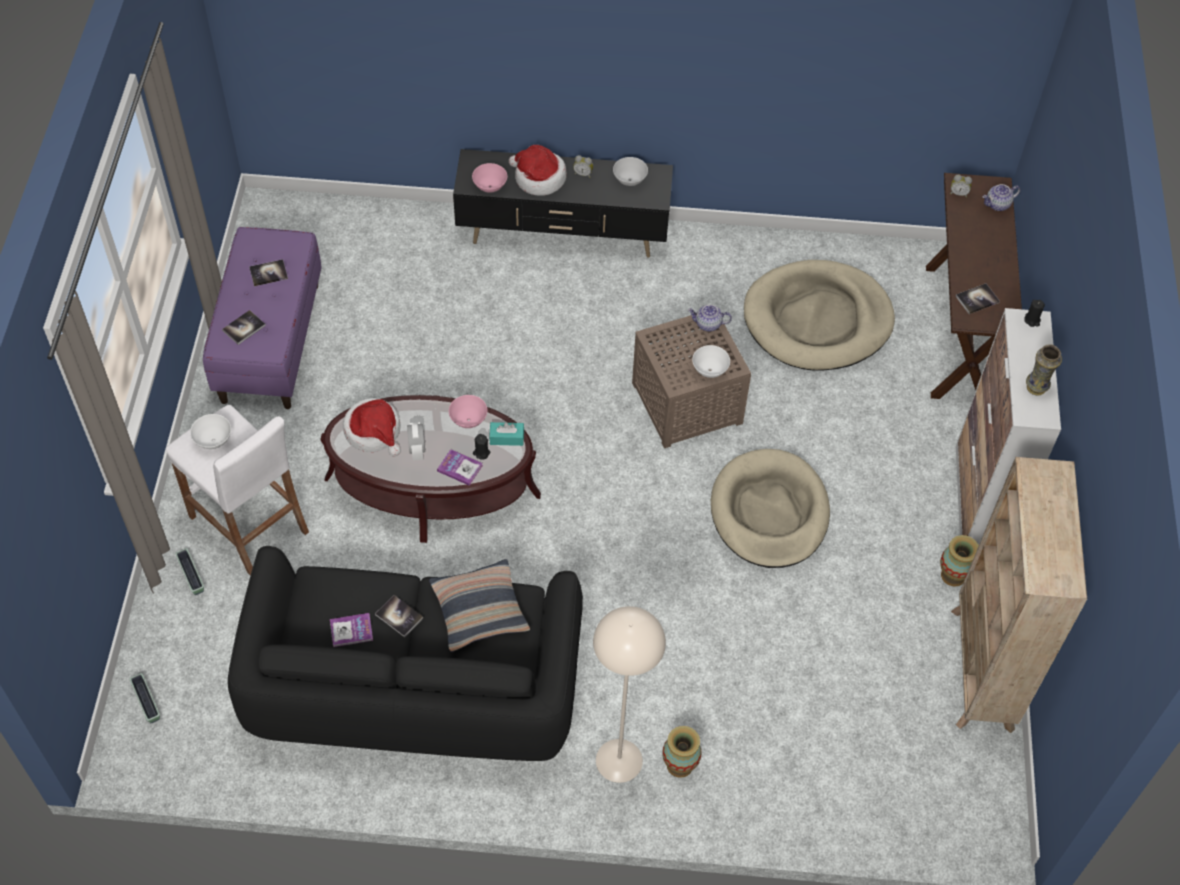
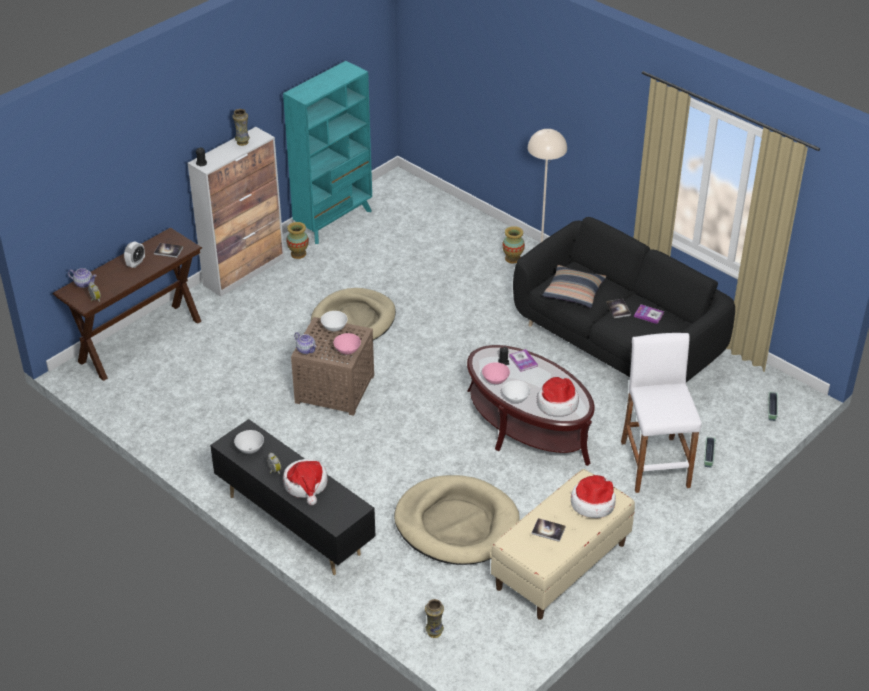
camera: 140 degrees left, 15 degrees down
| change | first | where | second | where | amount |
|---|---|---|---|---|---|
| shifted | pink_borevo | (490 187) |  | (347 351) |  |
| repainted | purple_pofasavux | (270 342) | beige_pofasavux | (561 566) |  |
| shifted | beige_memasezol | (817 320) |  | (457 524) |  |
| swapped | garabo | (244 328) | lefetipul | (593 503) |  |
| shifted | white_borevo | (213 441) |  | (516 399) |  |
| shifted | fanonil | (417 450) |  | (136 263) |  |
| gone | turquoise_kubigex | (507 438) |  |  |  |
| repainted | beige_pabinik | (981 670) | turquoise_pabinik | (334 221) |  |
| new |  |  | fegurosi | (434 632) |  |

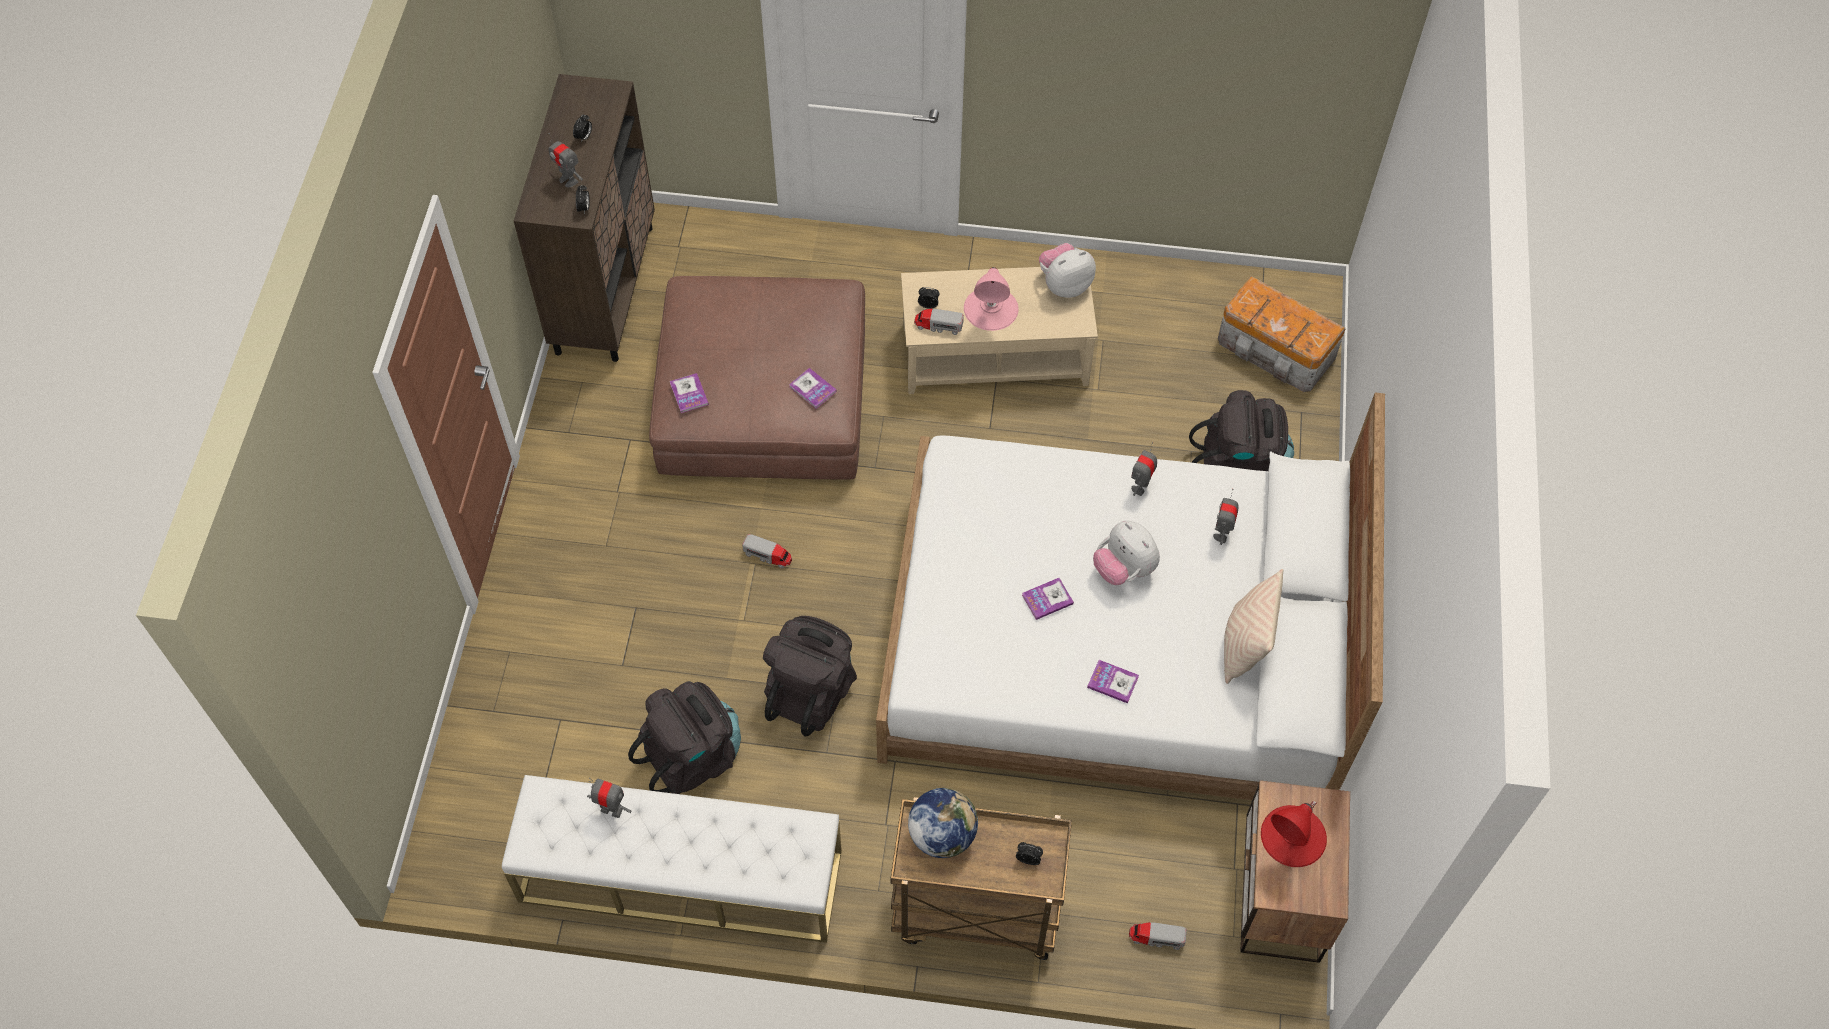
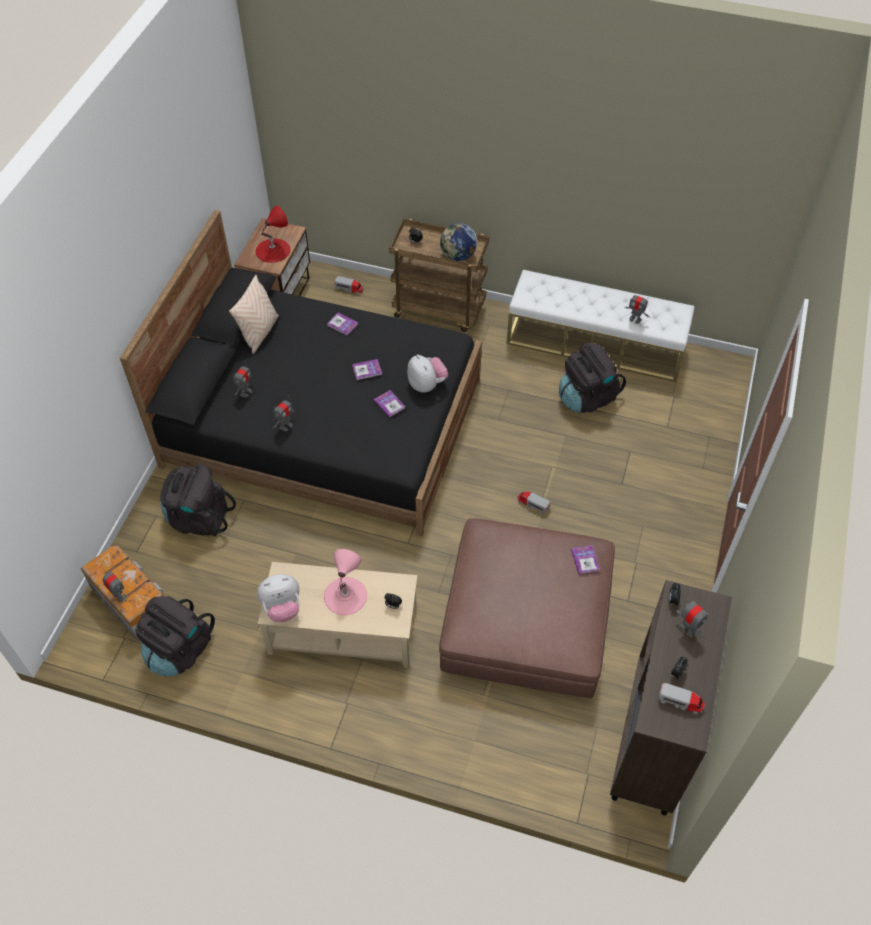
camera: 170 degrees left, 5 degrees down
| change | first | where | second | where | amount |
|---|---|---|---|---|---|
| shifted | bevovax | (938 325) |  | (680 702) |  |
| shifted | garabo | (812 389) |  | (389 404) |  |
| repainted | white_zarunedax | (1114 645) | black_zarunedax | (323 422) |  |
| shifted | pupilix | (1124 569) |  | (427 385) |  |
| shifted | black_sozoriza | (811 691) |  | (179 649) |  |
| new |  |  | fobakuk | (119 596) |  |

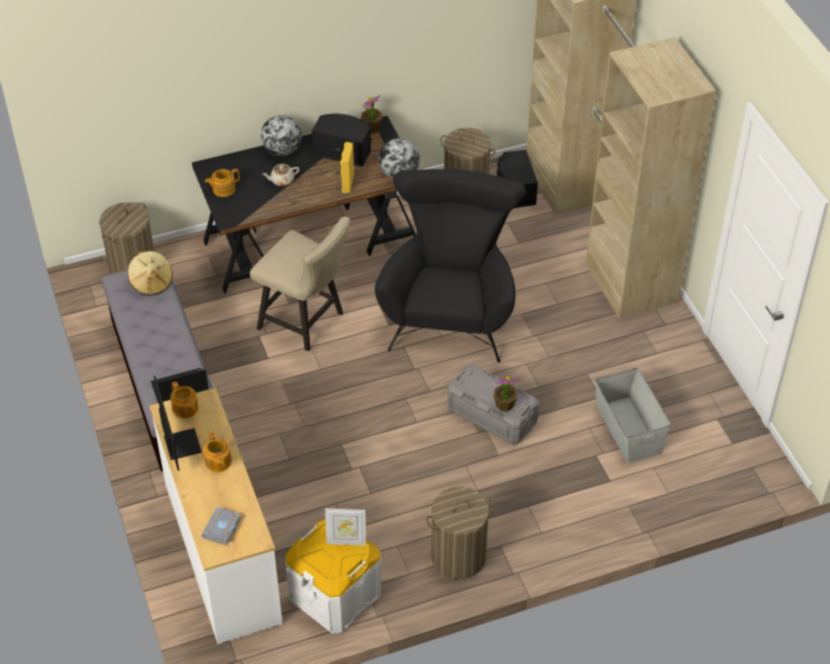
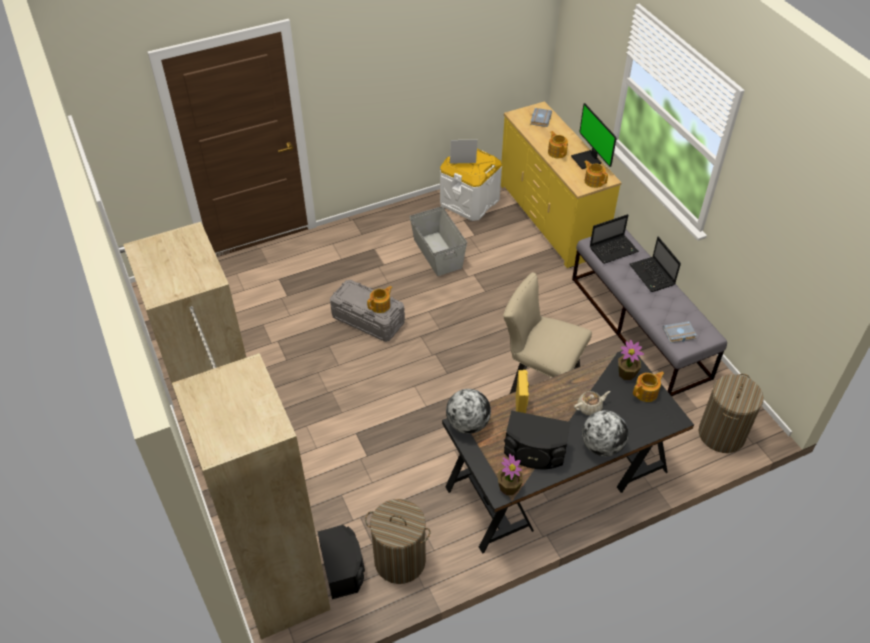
camera: 175 degrees right, 0 degrees up
| change | first | where | second | where | amount |
|---|---|---|---|---|---|
| gone | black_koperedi | (450 311) |  |  |  |
| swapped | beige_lefetipul | (151 283) | grey_garabo | (678 334) |  |
| shifted | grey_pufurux | (627 430) |  | (438 253) |  |
| shifted | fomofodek | (504 405) |  | (626 373) |  |
| repainted | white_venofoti | (221 553) | yellow_venofoti | (551 218) |  |
| gone | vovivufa | (458 556) |  |  |  |
| new |  |  | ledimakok | (652 275) |  |
| new |  |  | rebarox | (380 305) |  |

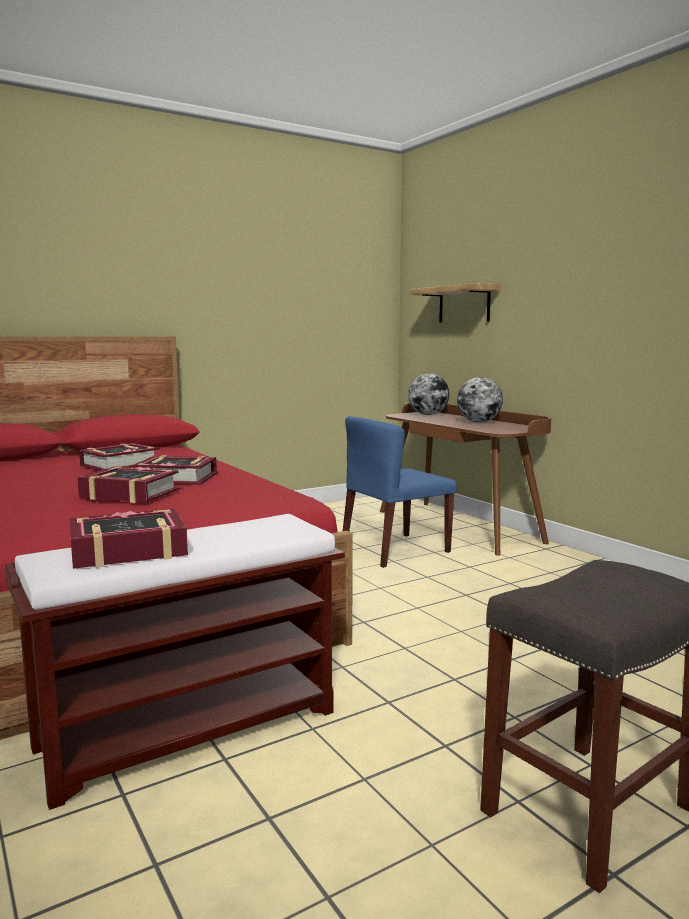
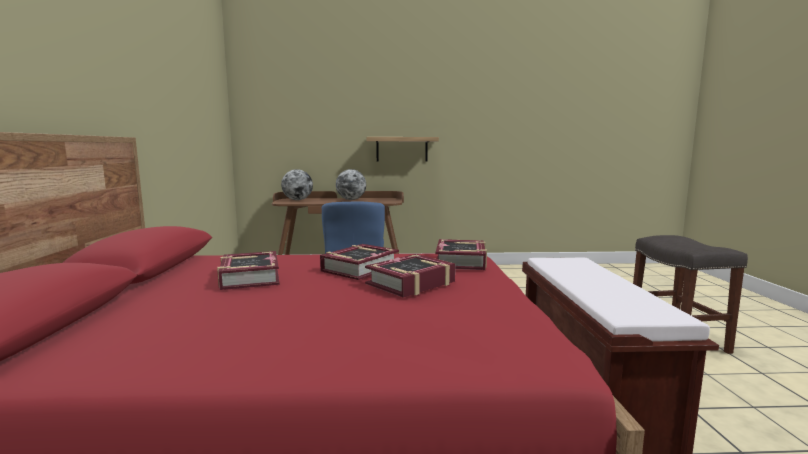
camera: 60 degrees left, 0 degrees up
| change | first | where | second | where | amount |
|---|---|---|---|---|---|
| shifted | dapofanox | (464 304) |  | (402 149) |  |
| shifted | garabo | (128 550) |  | (461 261) |  |

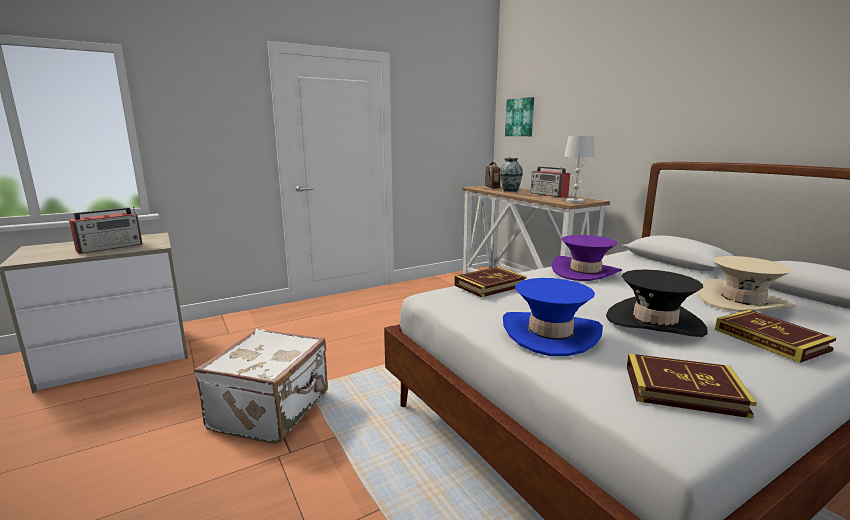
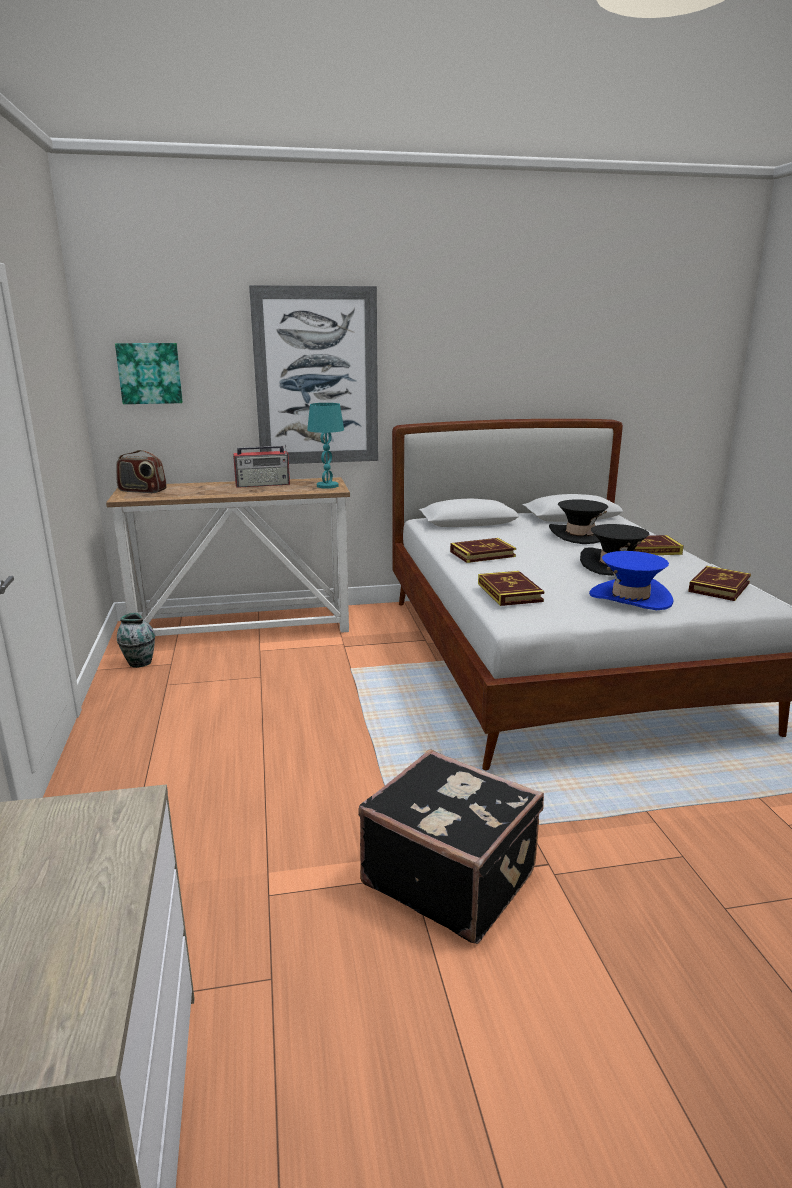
camera: 70 degrees left, 5 degrees up
| change | first | where | second | where | amount |
|---|---|---|---|---|---|
| repainted | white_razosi | (574 201) | turquoise_razosi | (327 486) |  |
| shifted | fegurosi | (510 191) |  | (139 662) |  |
| gone | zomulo | (111 247) |  |  |  |
| swapped | purple_lefetipul | (585 272) | garabo | (482 554) |  |
| repainted | beige_lefetipul | (743 302) | black_lefetipul | (580 535) |  |
| repainted | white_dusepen | (272 410) | black_dusepen | (450 876) |  |
| new |  |  | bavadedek | (316 377) |  |

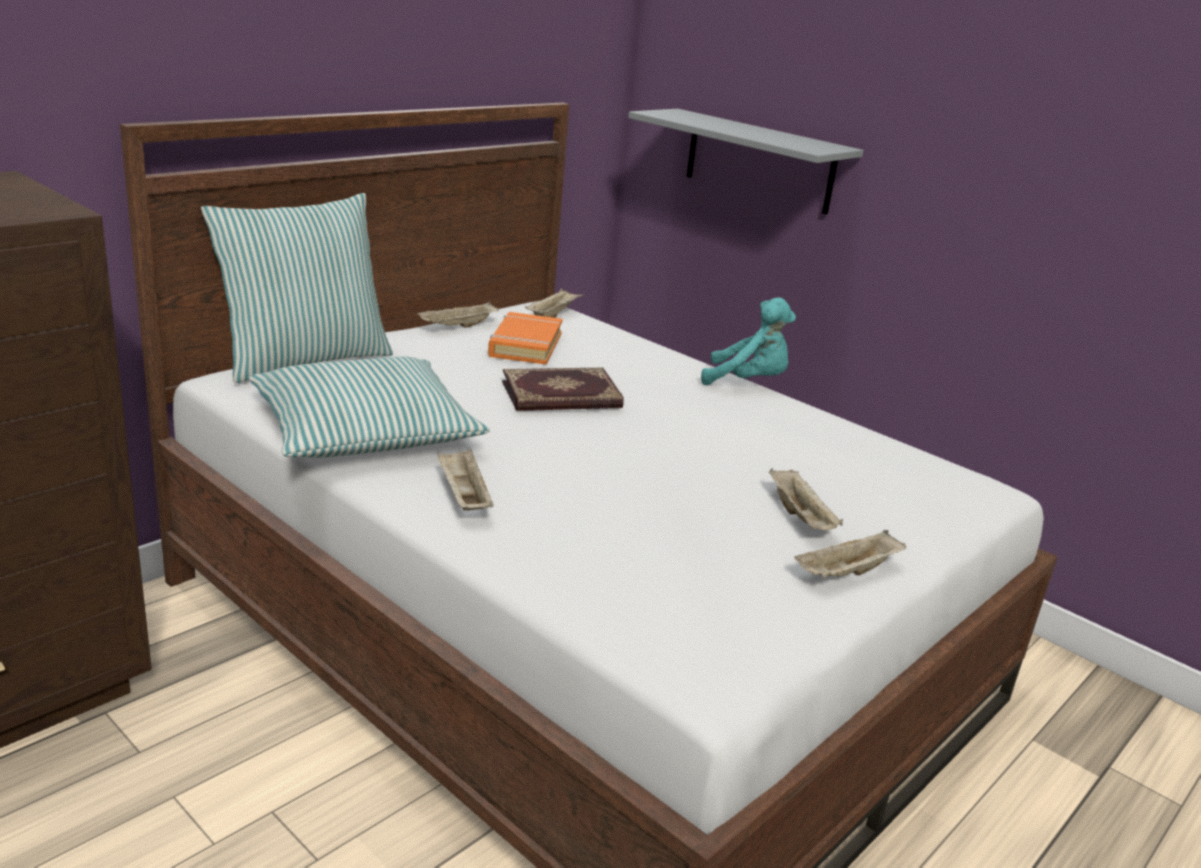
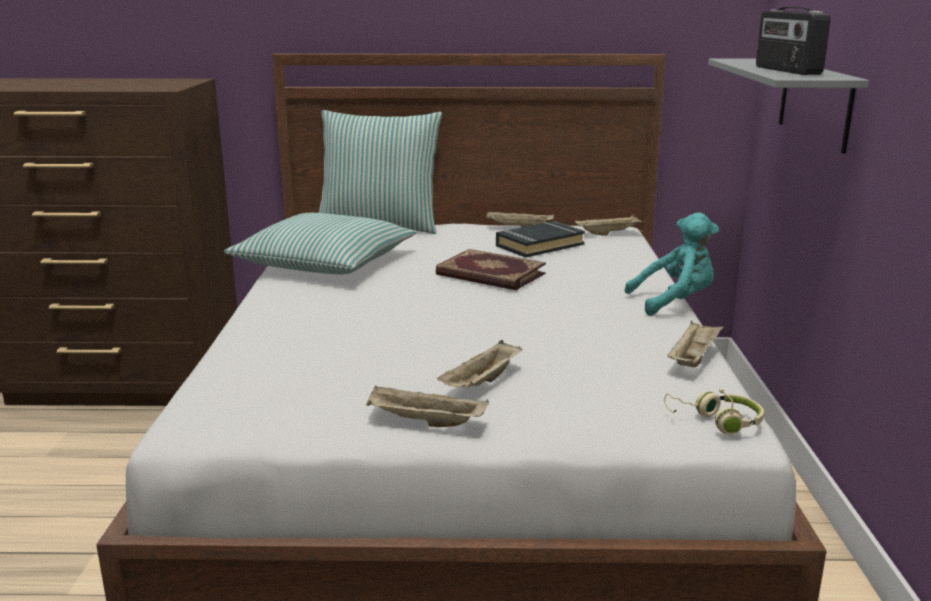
camera: 50 degrees right, 5 degrees down
| change | first | where | second | where | amount |
|---|---|---|---|---|---|
| rotated | turquoise_pupilix | (748 382) |  | (674 302) | 75 degrees counterclockwise |
| repainted | orange_garabo | (525 345) | black_garabo | (539 245) |  |
| shifted | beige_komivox | (463 496) |  | (693 358) |  |
| new |  |  | zomulo | (786 70) |  |
| new |  |  | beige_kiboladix | (716 421) |  |

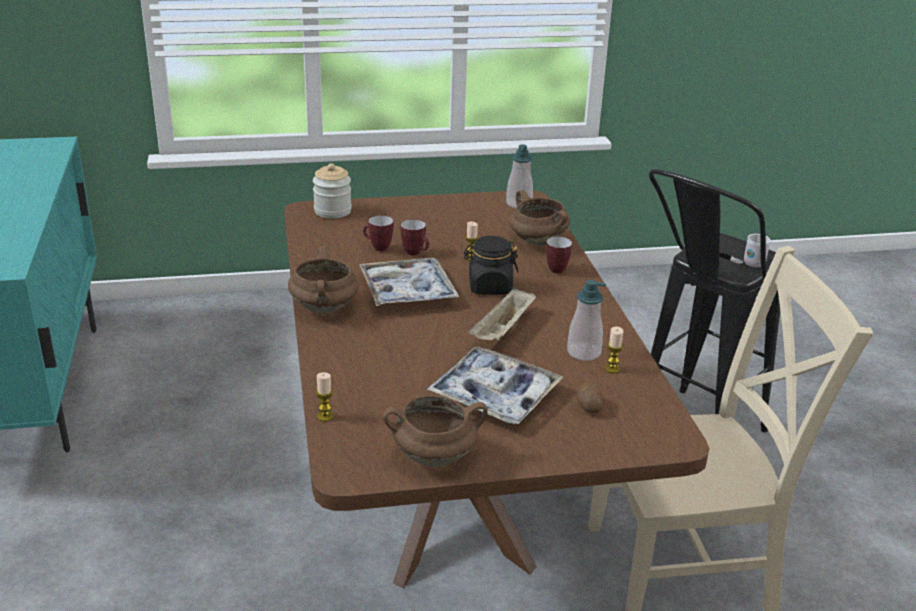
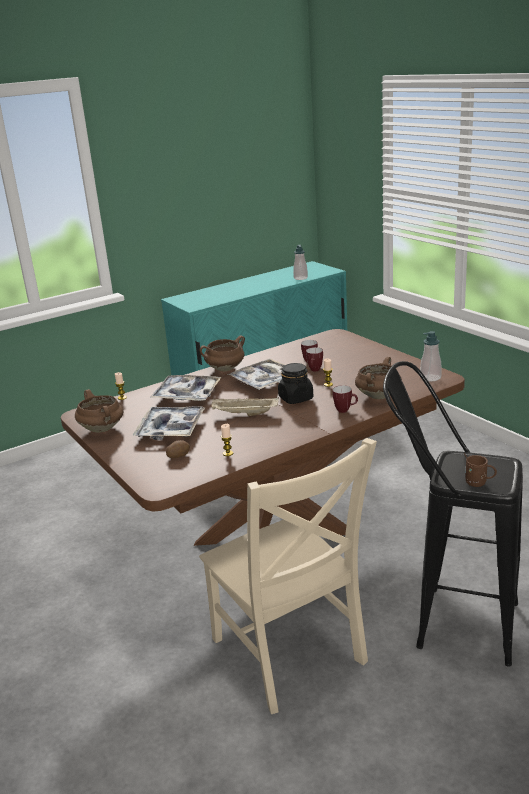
camera: 70 degrees right, 5 degrees down
| change | first | where | second | where | amount |
|---|---|---|---|---|---|
| gone | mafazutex | (332 211) |  |  |  |
| repainted | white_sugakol | (755 262) | brown_sugakol | (479 483) |  |
| shifted | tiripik | (583 352) |  | (300 278) |  |
| new |  |  | komivox | (187 394) |  |

